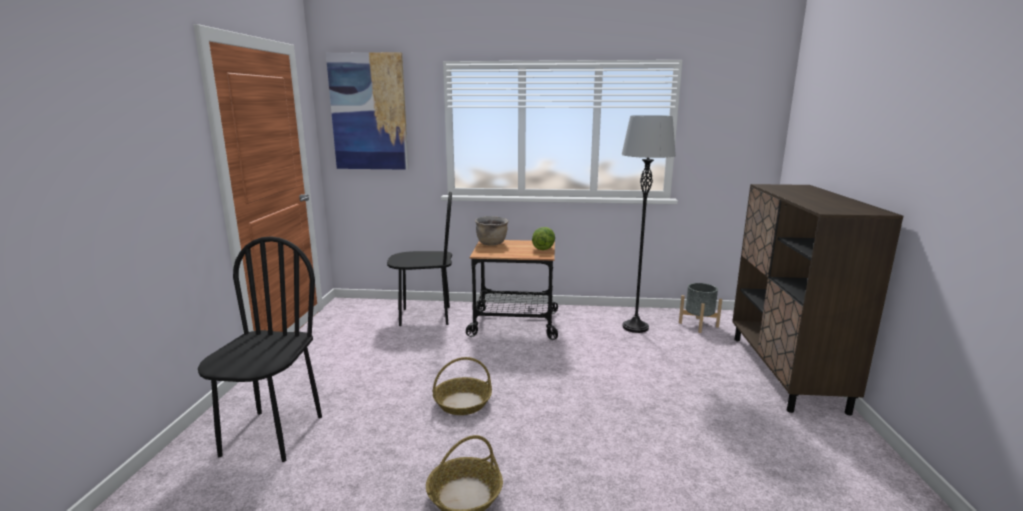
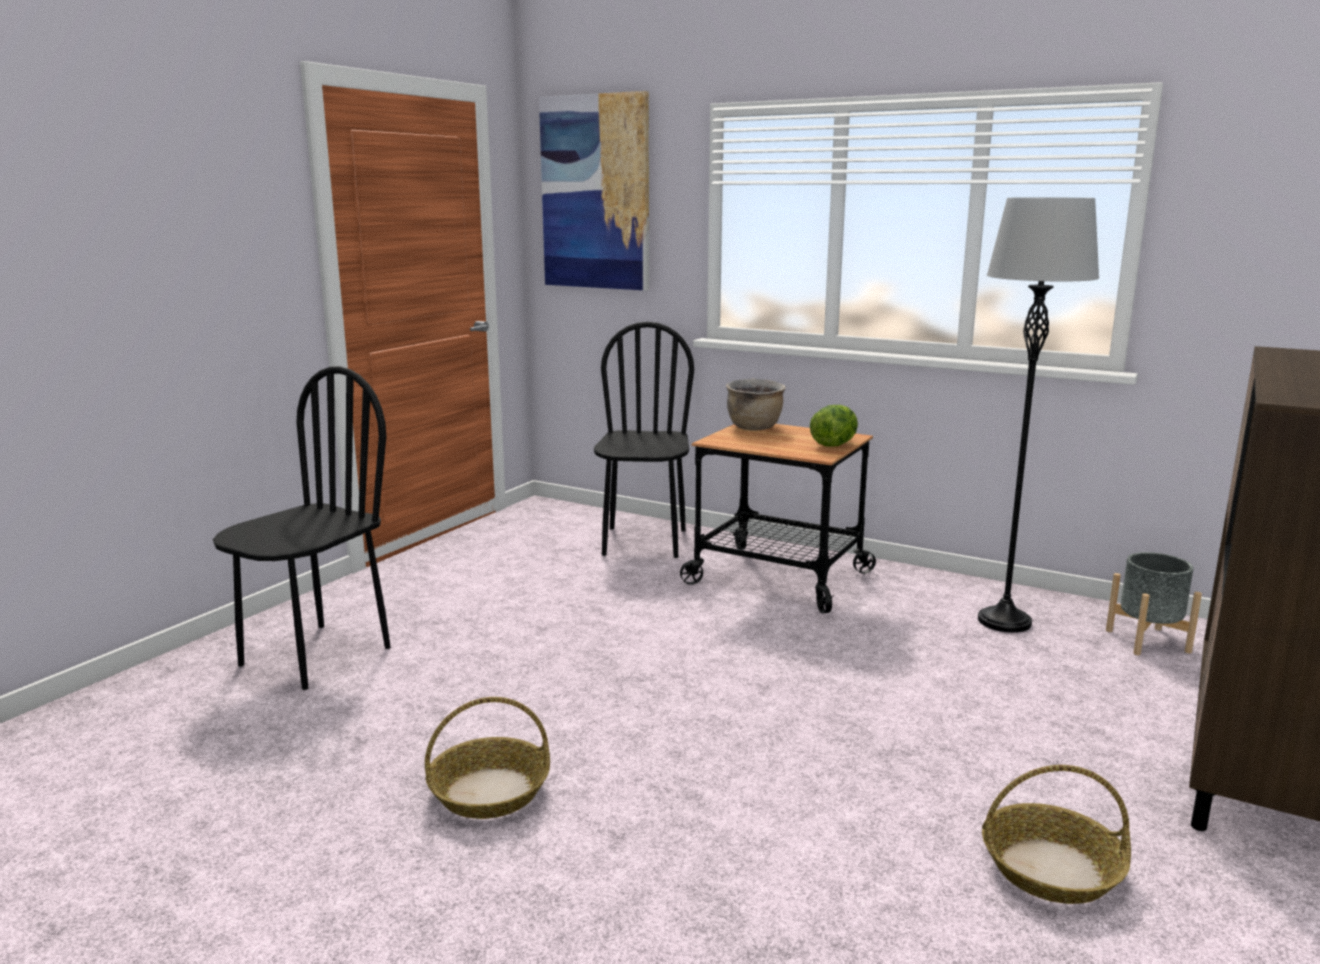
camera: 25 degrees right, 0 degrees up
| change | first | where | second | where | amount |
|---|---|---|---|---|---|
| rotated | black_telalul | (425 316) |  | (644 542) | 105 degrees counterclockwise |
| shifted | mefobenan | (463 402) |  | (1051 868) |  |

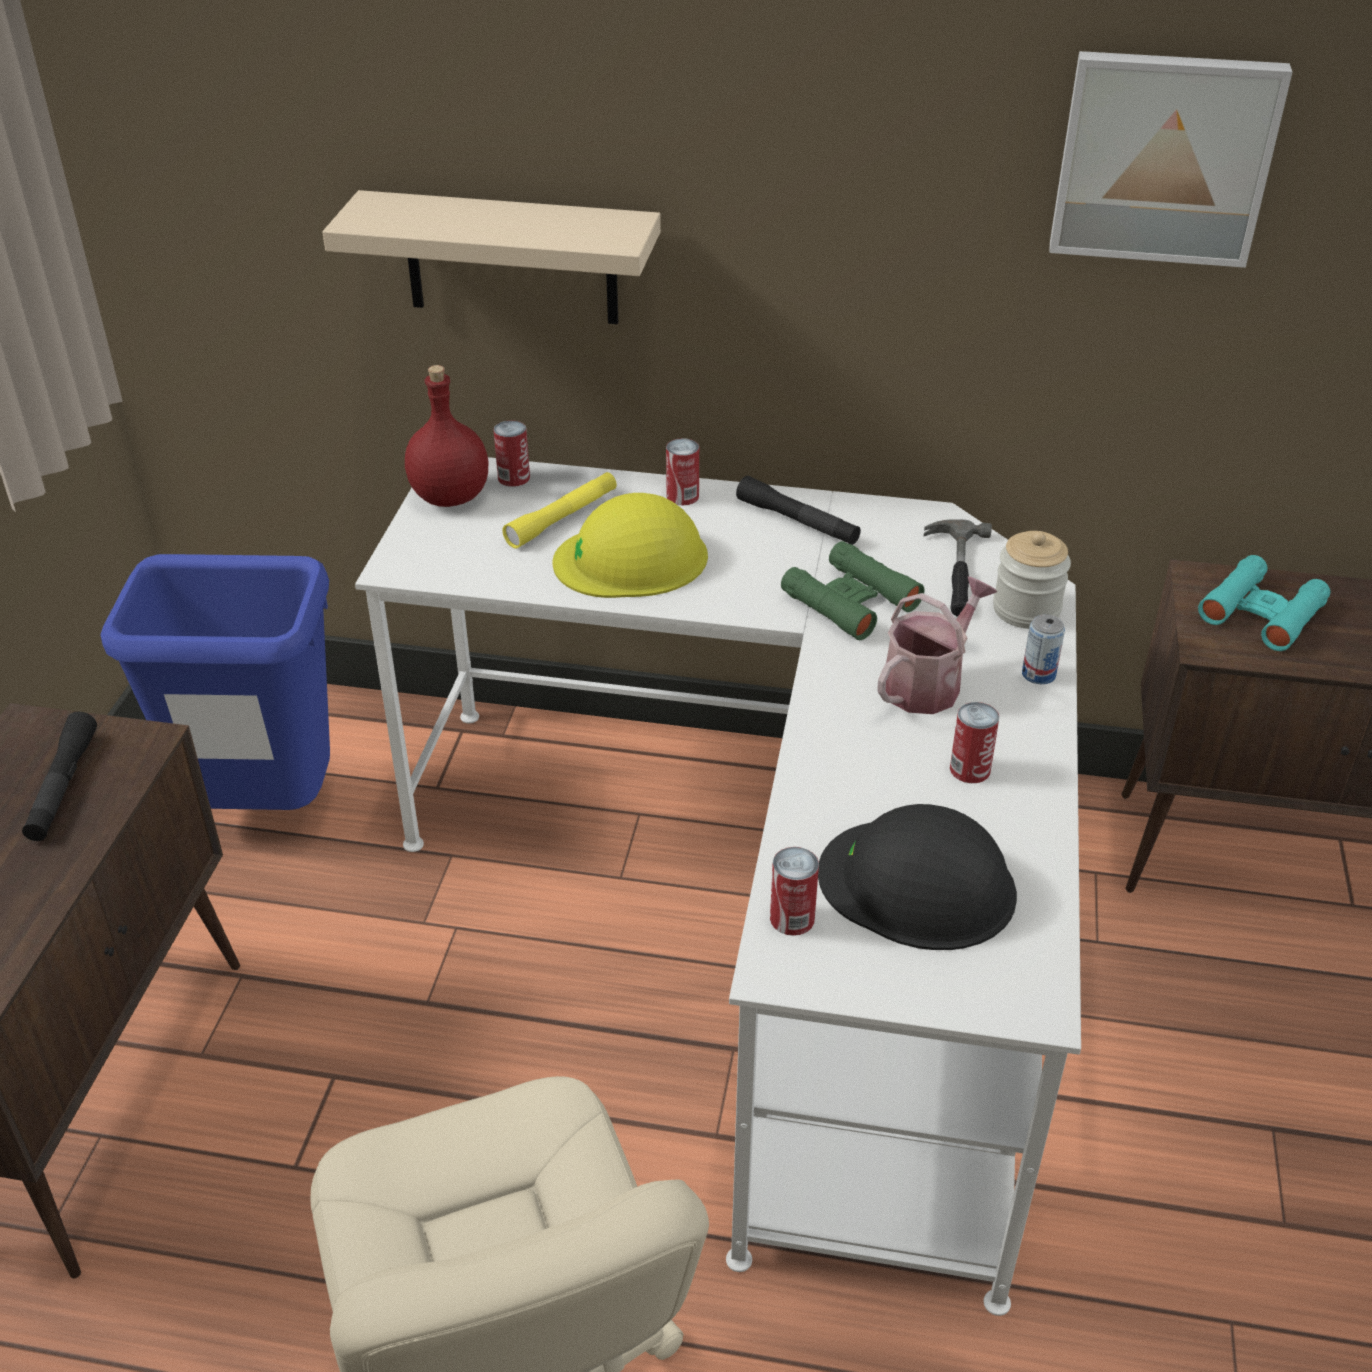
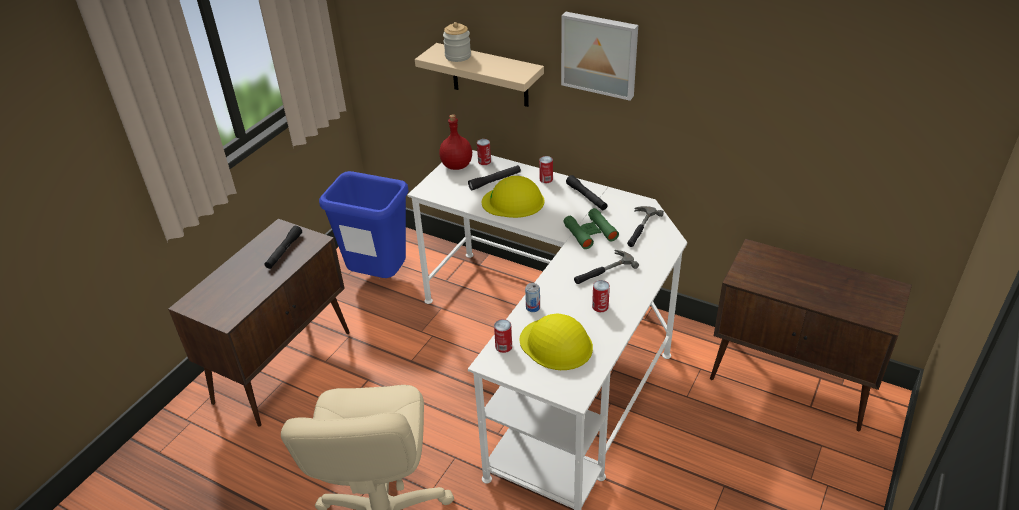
camera: 20 degrees right, 0 degrees up
| change | first | where | second | where | amount |
|---|---|---|---|---|---|
| shifted | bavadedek | (1163 157) |  | (600 54) |  |
| repainted | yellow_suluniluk | (562 518) | black_suluniluk | (495 181) |  |
| shifted | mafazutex | (1026 610) |  | (458 56) |  |
| gone | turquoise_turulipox | (1262 613) |  |  |  |
| swapped | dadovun | (928 683) | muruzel | (603 271) |  |
| shifted | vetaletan | (1038 674) |  | (533 307) |  |
| repainted | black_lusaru | (918 884) | yellow_lusaru | (556 344) |  |

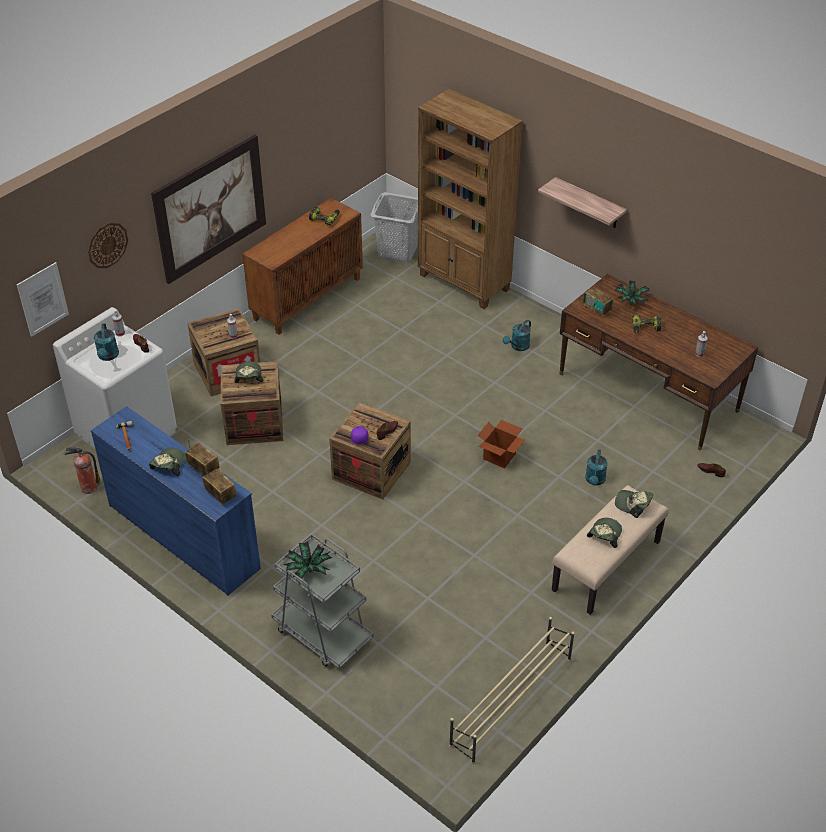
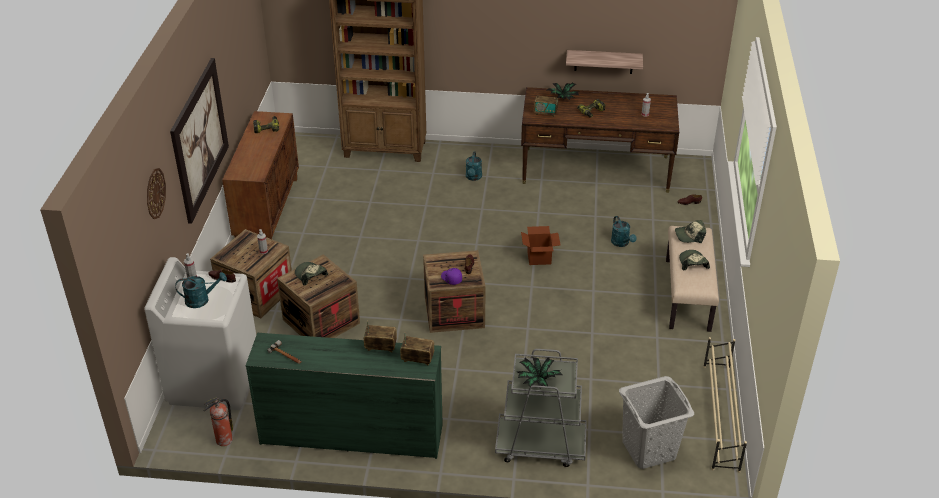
camera: 35 degrees left, 5 degrees down
| change | first | where | second | where | amount |
|---|---|---|---|---|---|
| shifted | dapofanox | (589 203) |  | (603 61) |  |
| shifted | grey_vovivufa | (397 252) |  | (648 449) |  |
| gone | bavadedek | (43 299) |  |  |  |
| rotated | turquoise_dadovun | (108 356) |  | (201 300) | 60 degrees counterclockwise |
| repainted | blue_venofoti | (183 536) | green_venofoti | (351 434) |  |
| gone | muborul | (168 464) |  |  |  |

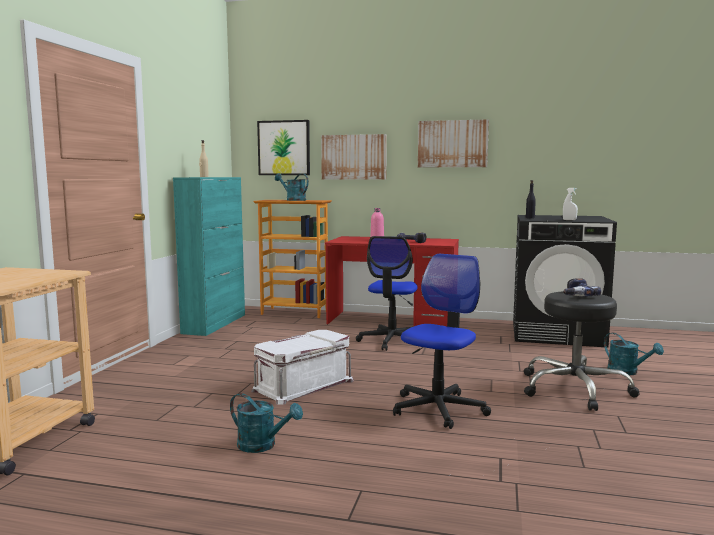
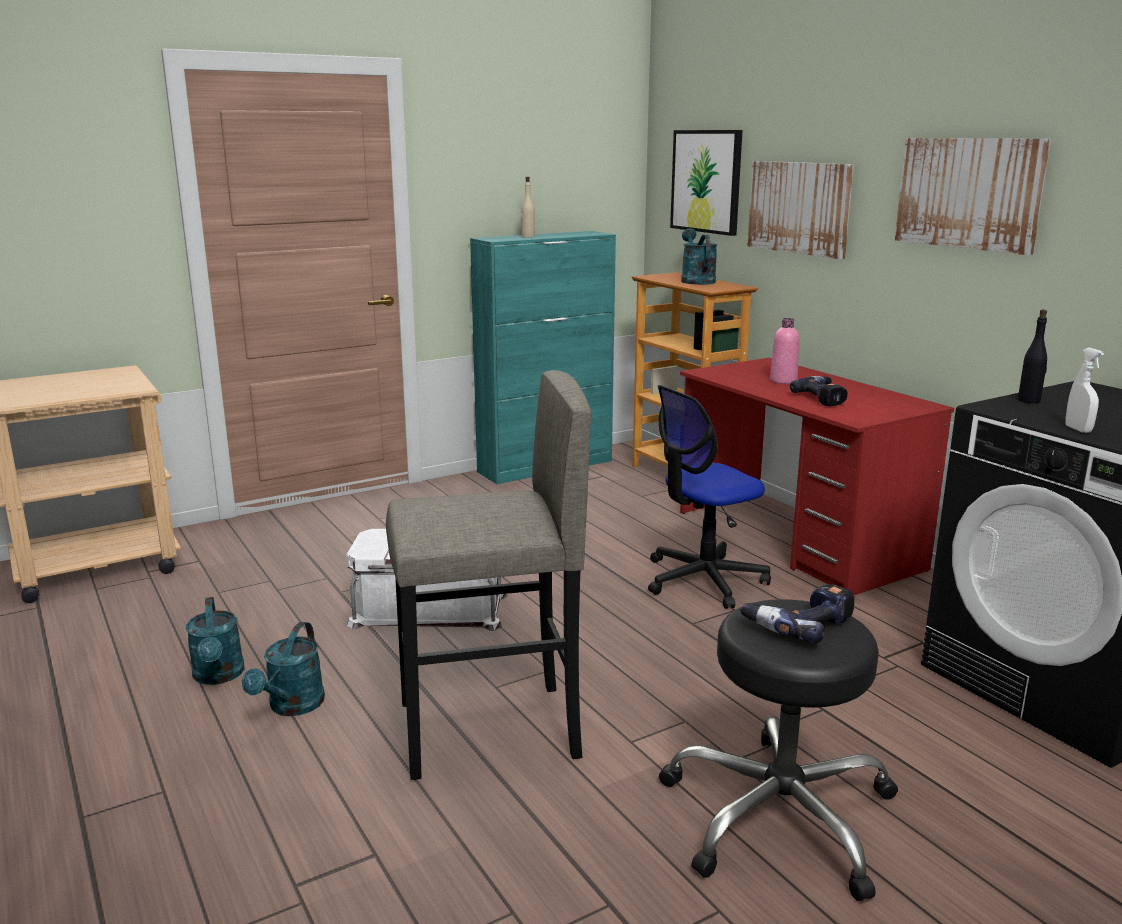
camera: 45 degrees right, 10 degrees up
| change | first | where | second | where | amount |
|---|---|---|---|---|---|
| swapped | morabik | (438 409) | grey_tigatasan | (489 731) |  |
| shifted | turquoise_dadovun | (627 372) |  | (292 707) |  |

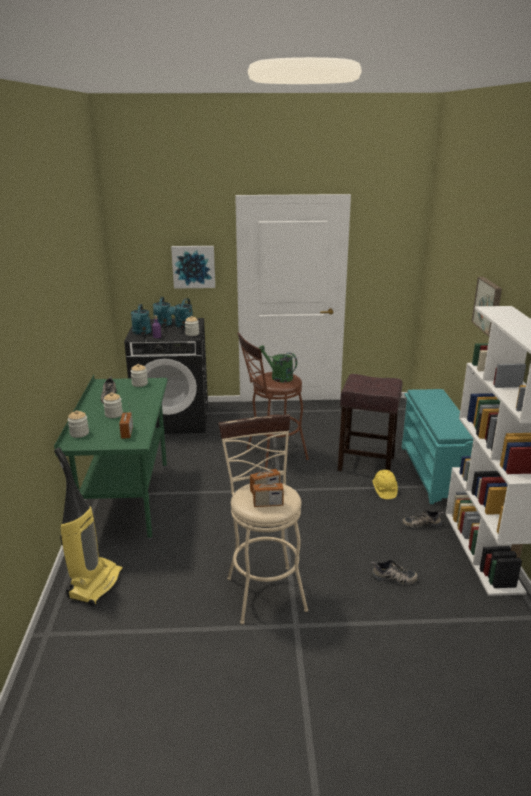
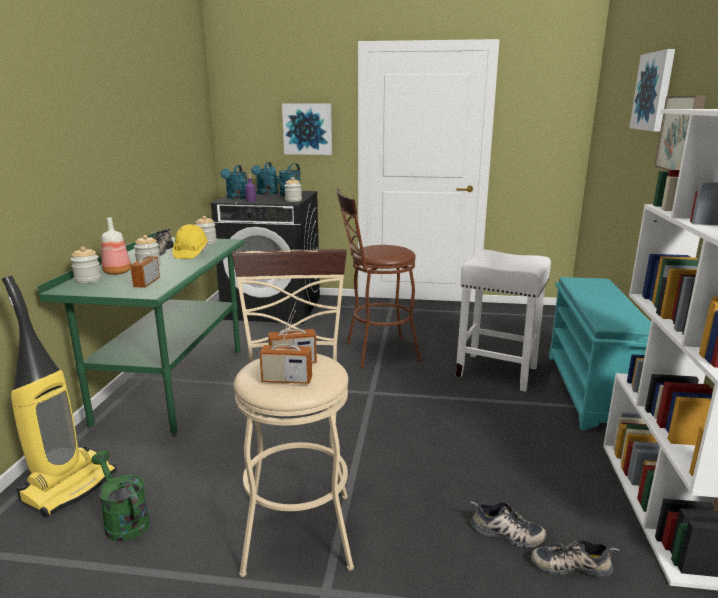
camera: 10 degrees right, 5 degrees down
| change | first | where | second | where | amount |
|---|---|---|---|---|---|
| shifted | green_dadovun | (278 377) |  | (123 520) |  |
| repainted | brown_tigatasan | (367 464) | white_tigatasan | (498 372) |  |
| shifted | yellow_lusaru | (384 490) |  | (191 253) |  |
| shifted | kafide | (421 524) |  | (571 565) |  |
| new |  |  | bavadedek | (654 91) |  |
| new |  |  | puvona | (118 272) |  |

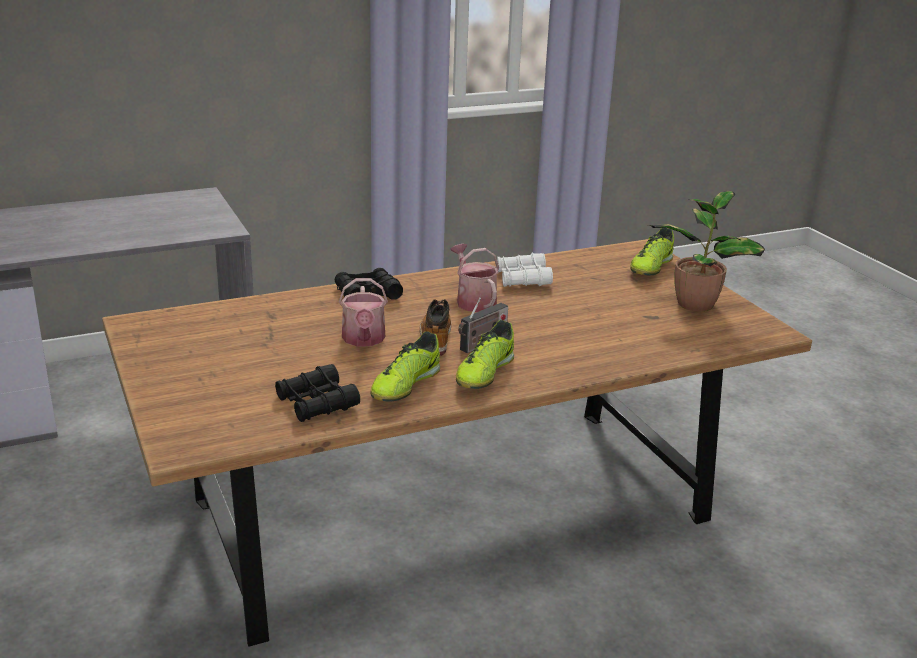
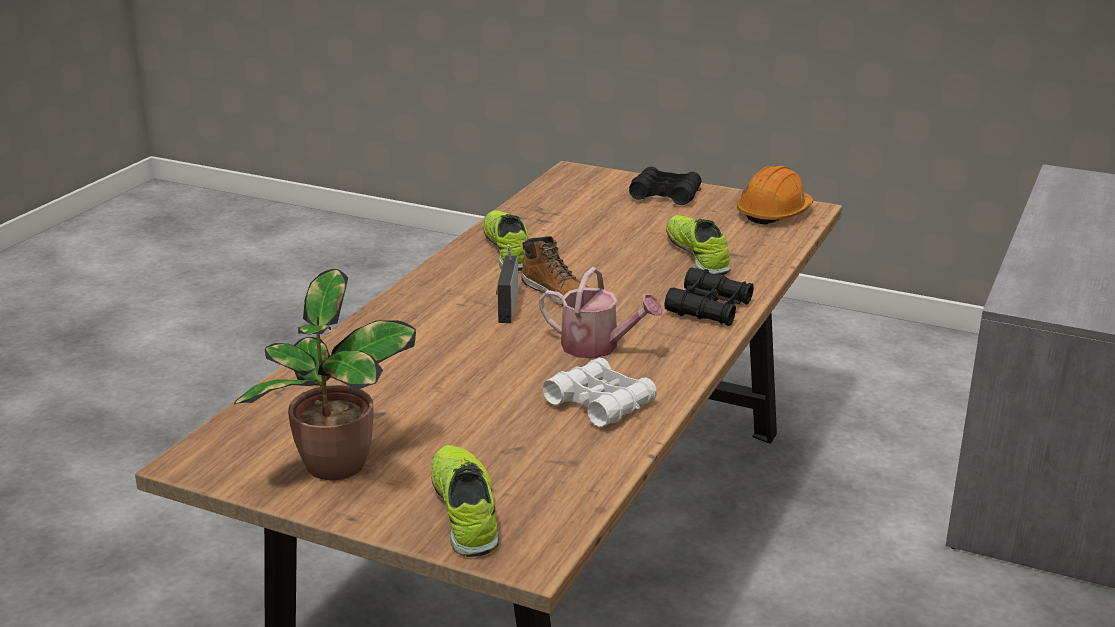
camera: 140 degrees right, 0 degrees up
| change | first | where | second | where | amount |
|---|---|---|---|---|---|
| gone | dadovun | (363 340) |  |  |  |
| shifted | kafide | (484 373) |  | (697 255) |  |
| shifted | black_turulipox | (316 403) |  | (665 195) |  |
| new |  |  | orange_lusaru | (774 213) |  |

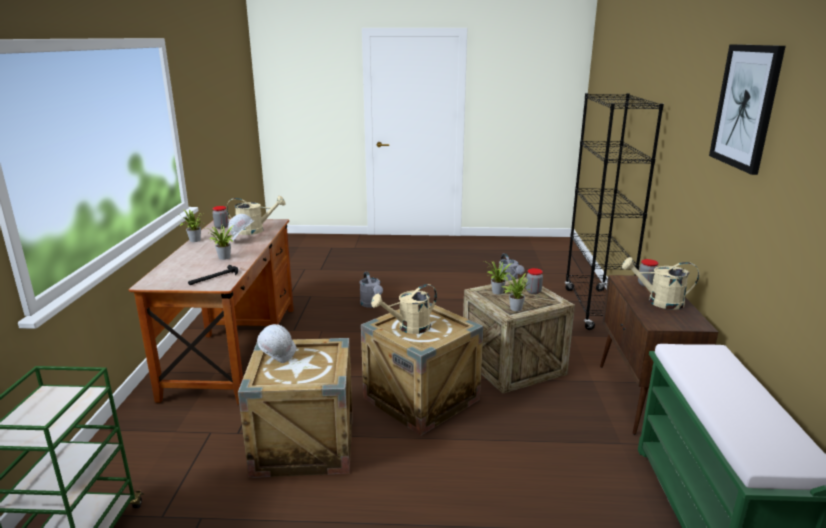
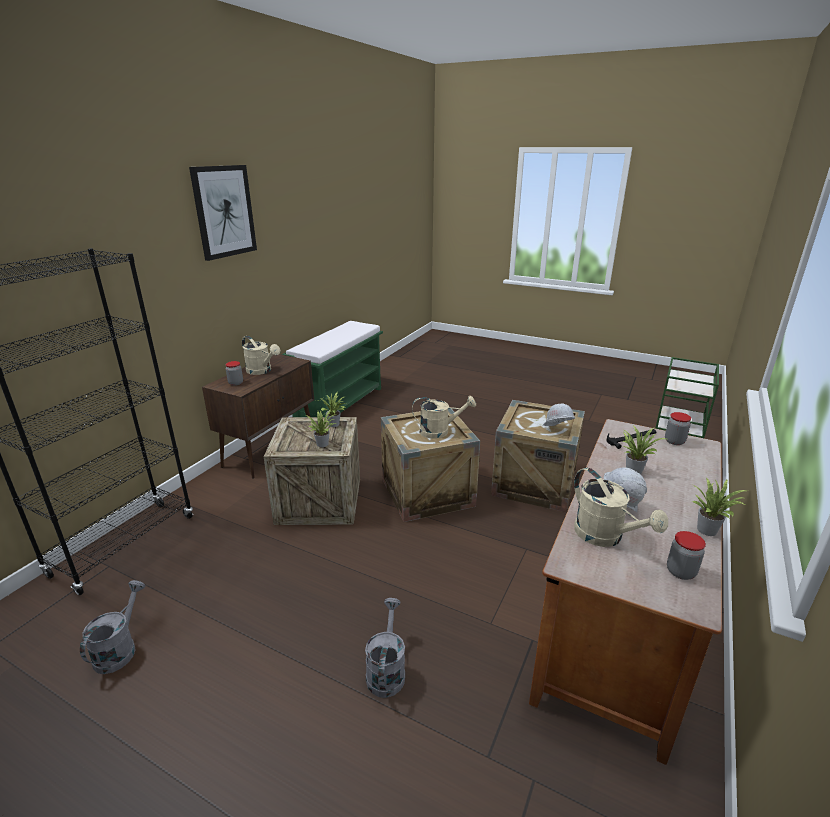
camera: 155 degrees left, 5 degrees up
| change | first | where | second | where | amount |
|---|---|---|---|---|---|
| rotated | beige_dadovun | (255 230) |  | (605 537) | 135 degrees counterclockwise |
| shifted | mafazutex | (533 291) |  | (674 441) |  |

